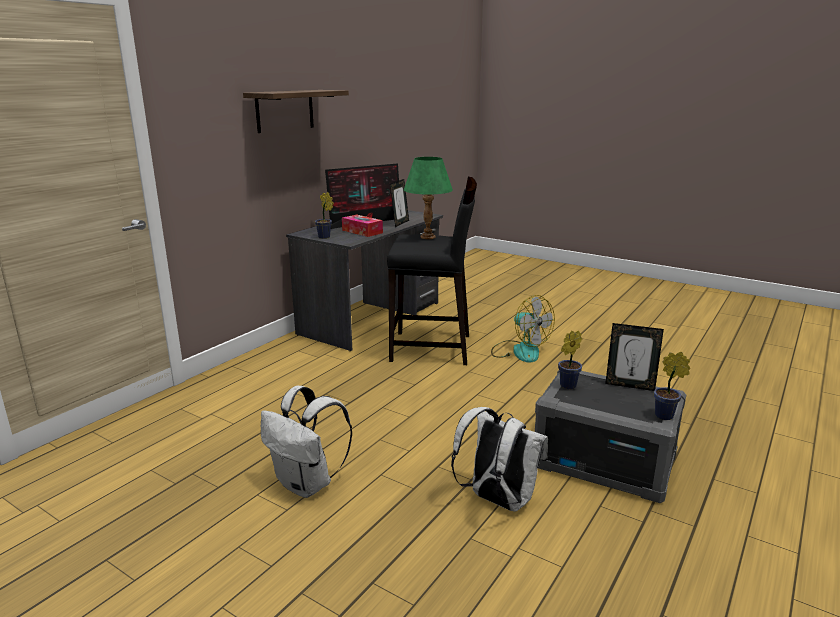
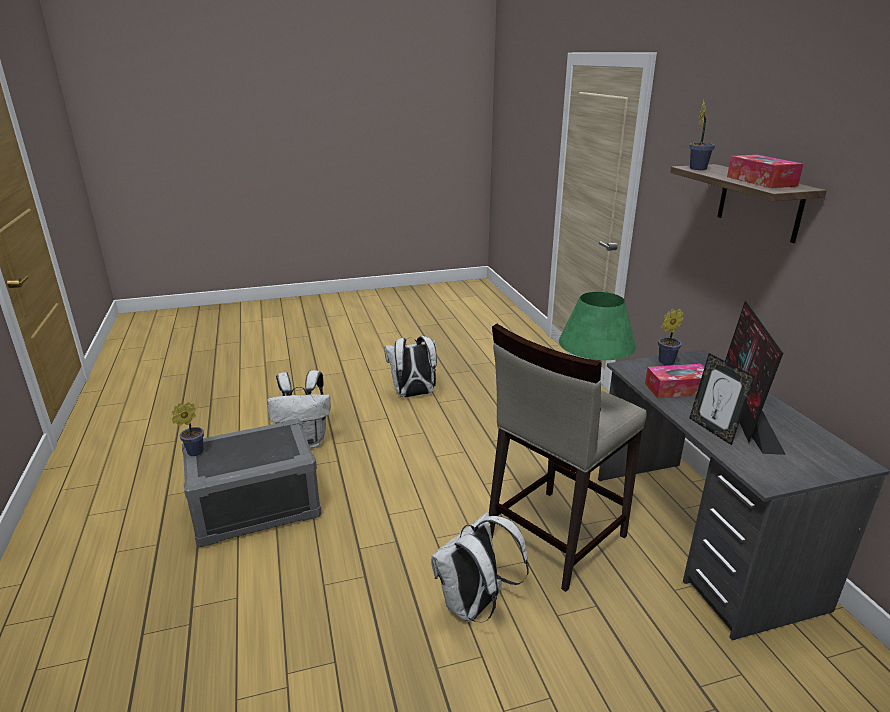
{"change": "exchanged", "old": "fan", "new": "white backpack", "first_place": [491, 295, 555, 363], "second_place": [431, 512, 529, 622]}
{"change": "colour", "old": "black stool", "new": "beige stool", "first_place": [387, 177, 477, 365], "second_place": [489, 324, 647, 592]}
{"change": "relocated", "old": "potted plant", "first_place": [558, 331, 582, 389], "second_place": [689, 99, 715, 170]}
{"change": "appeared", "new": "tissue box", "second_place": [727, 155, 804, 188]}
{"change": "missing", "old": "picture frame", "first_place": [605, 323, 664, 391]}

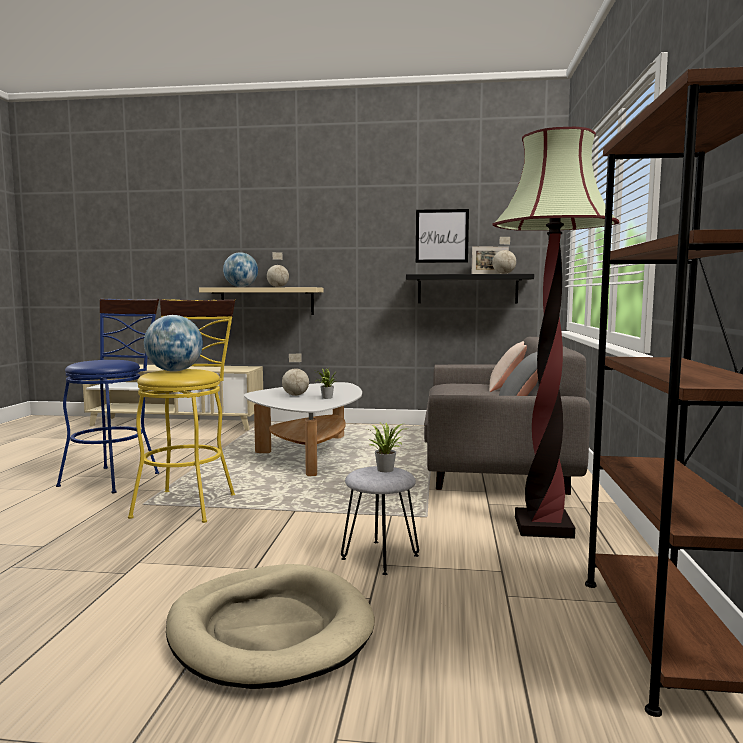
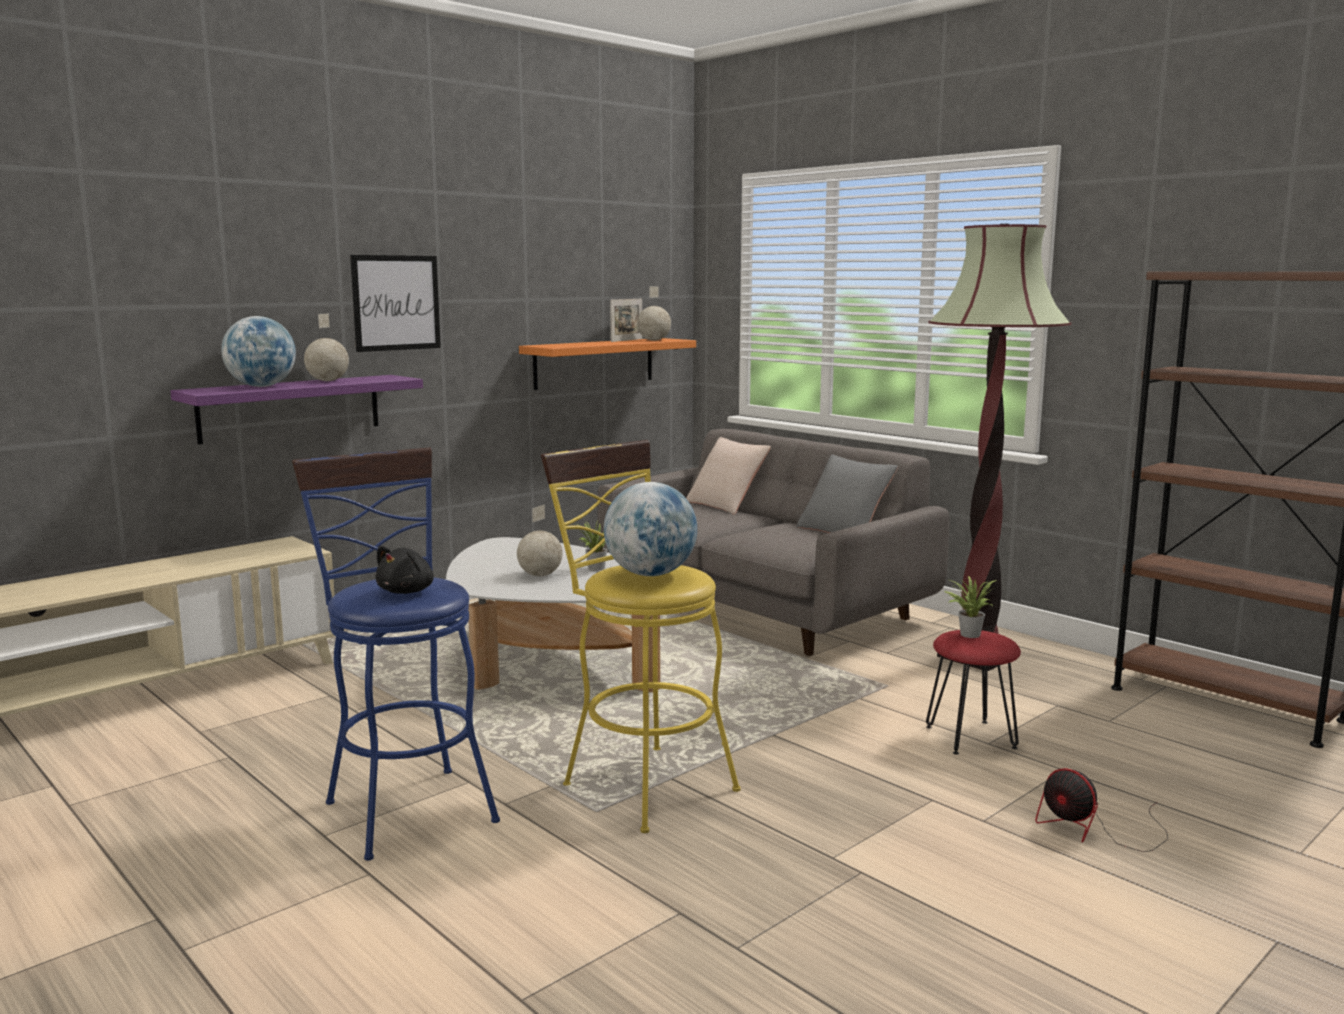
{"change": "colour", "old": "beige shelf", "new": "purple shelf", "first_place": [199, 287, 323, 315], "second_place": [170, 375, 423, 445]}
{"change": "relocated", "old": "picture", "first_place": [416, 209, 469, 263], "second_place": [350, 255, 441, 352]}
{"change": "appeared", "new": "black plush toy", "second_place": [375, 546, 434, 594]}
{"change": "colour", "old": "black shelf", "new": "orange shelf", "first_place": [406, 274, 534, 303], "second_place": [519, 338, 696, 390]}
{"change": "colour", "old": "grey stool", "new": "red stool", "first_place": [341, 466, 419, 575], "second_place": [926, 630, 1021, 755]}
{"change": "exchanged", "old": "beige dog bed", "new": "fan", "first_place": [166, 564, 374, 689], "second_place": [1035, 768, 1168, 852]}

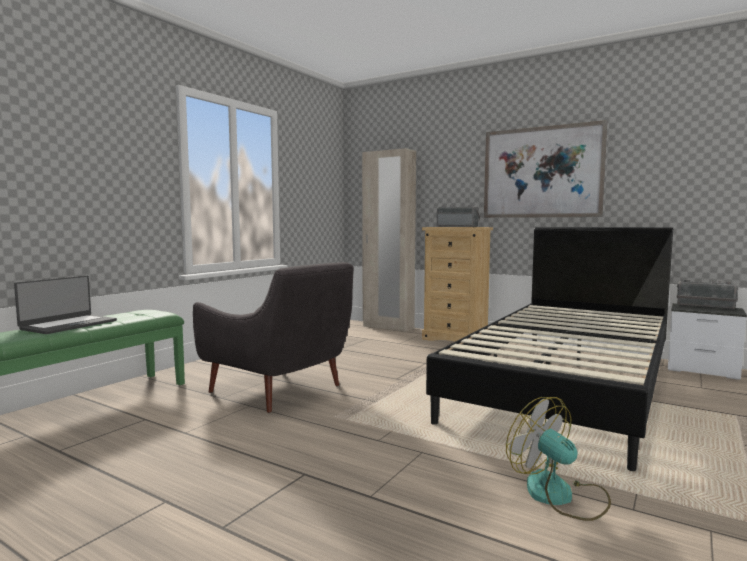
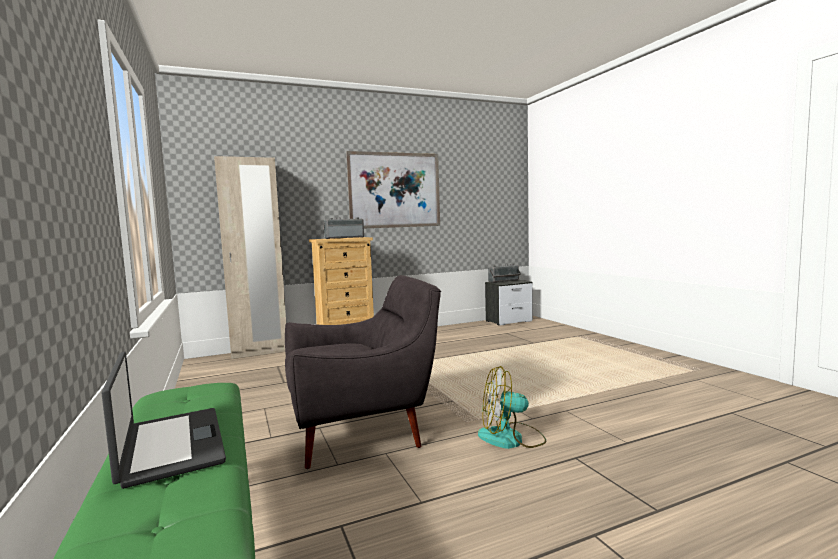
{"change": "relocated", "old": "fan", "first_place": [506, 397, 611, 521], "second_place": [478, 366, 546, 449]}
{"change": "missing", "old": "black bed", "first_place": [426, 227, 673, 471]}

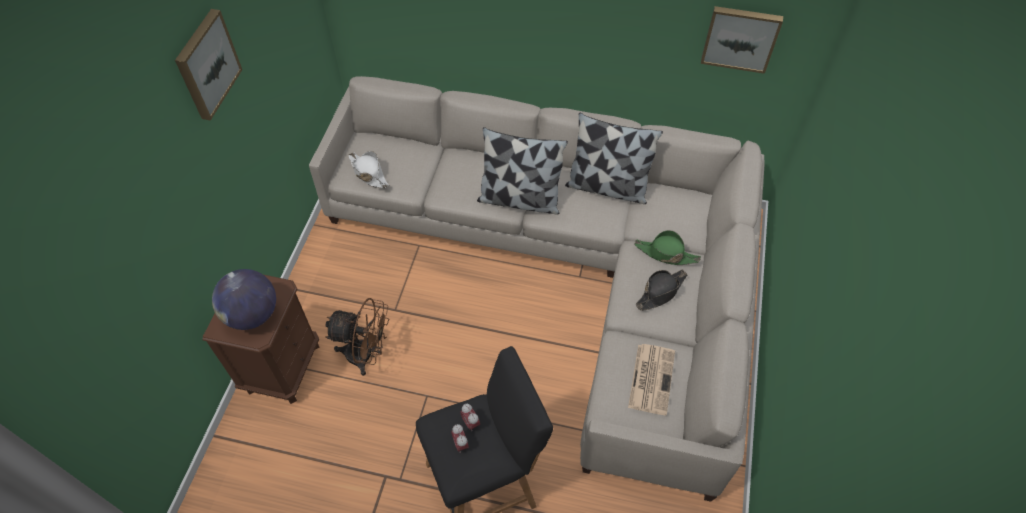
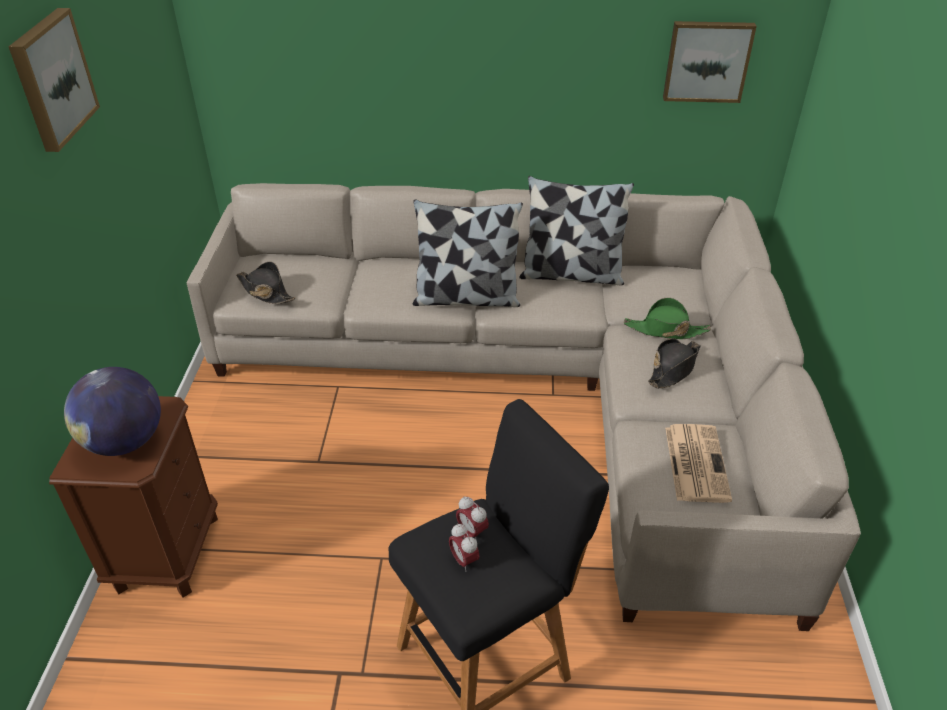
{"change": "colour", "old": "white hat", "new": "black hat", "first_place": [348, 151, 389, 188], "second_place": [236, 261, 296, 304]}
{"change": "missing", "old": "brown fan", "first_place": [325, 298, 389, 376]}

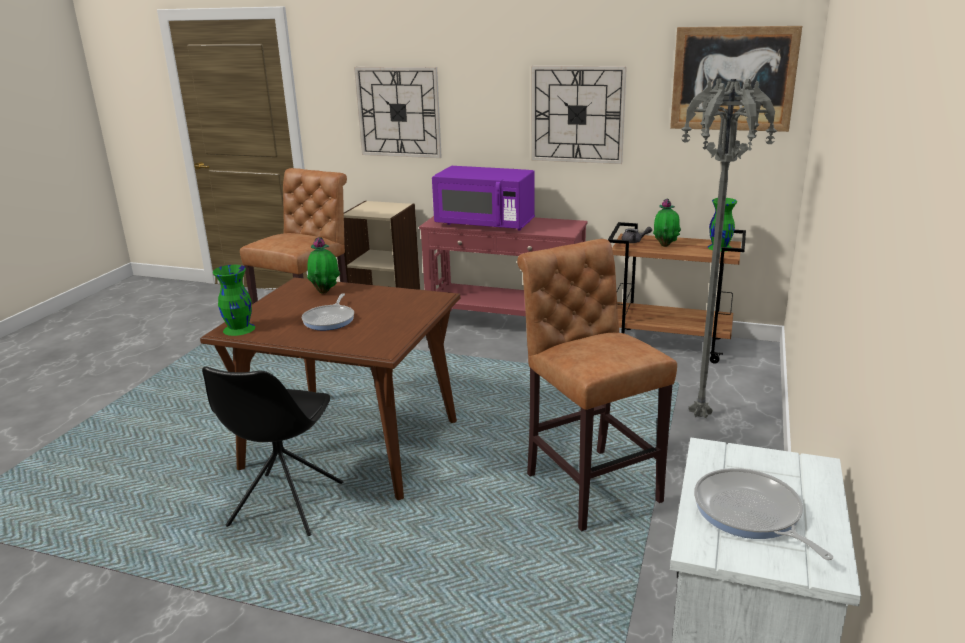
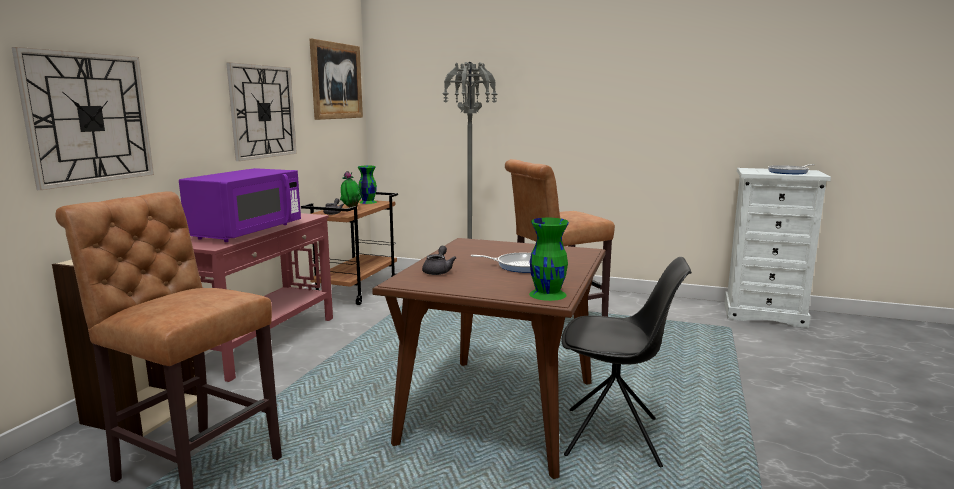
{"change": "exchanged", "old": "potted plant", "new": "grey teapot", "first_place": [307, 237, 340, 294], "second_place": [422, 246, 456, 275]}

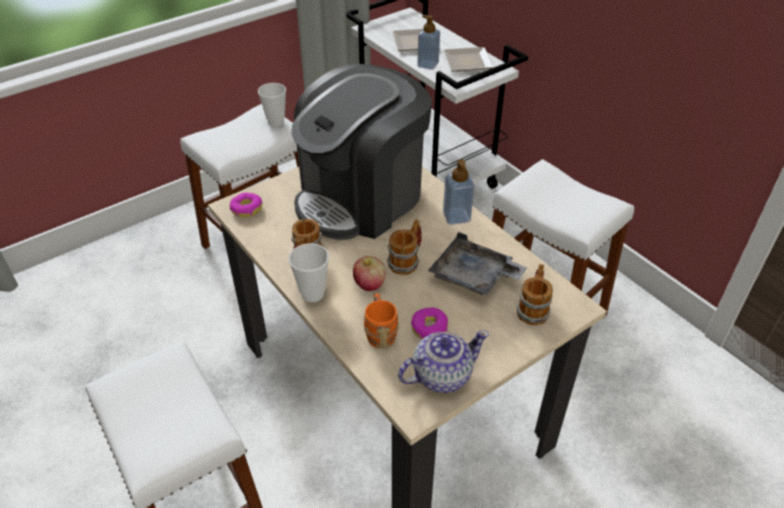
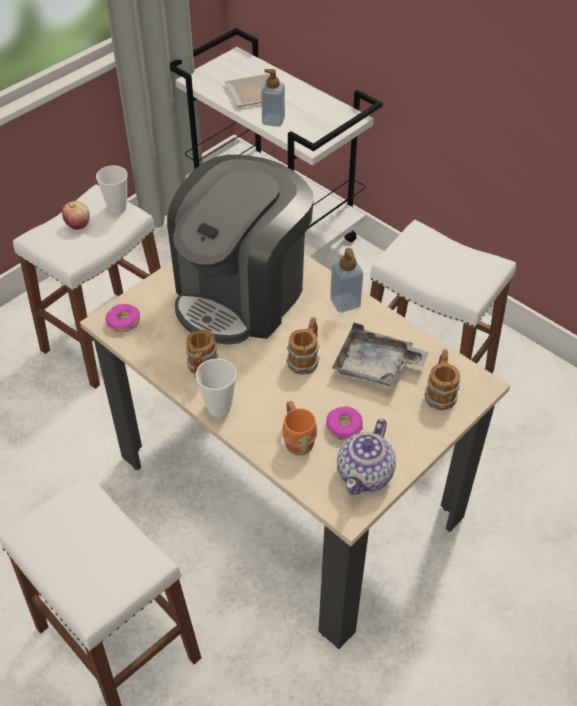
{"change": "relocated", "old": "apple", "first_place": [353, 256, 386, 291], "second_place": [62, 201, 90, 230]}
{"change": "spun", "old": "teapot", "first_place": [398, 330, 489, 393], "second_place": [337, 418, 396, 495], "degrees": 150}
{"change": "missing", "old": "plate", "first_place": [443, 47, 494, 71]}

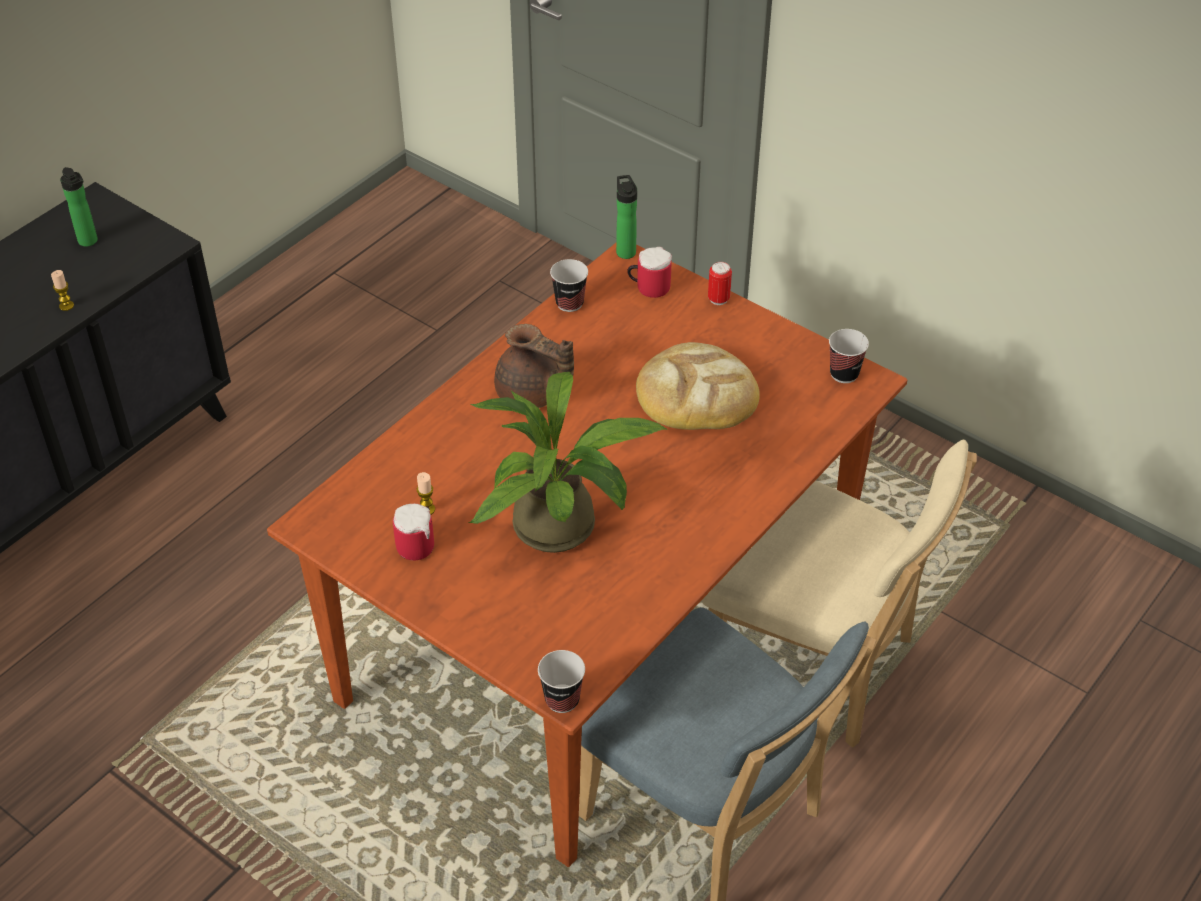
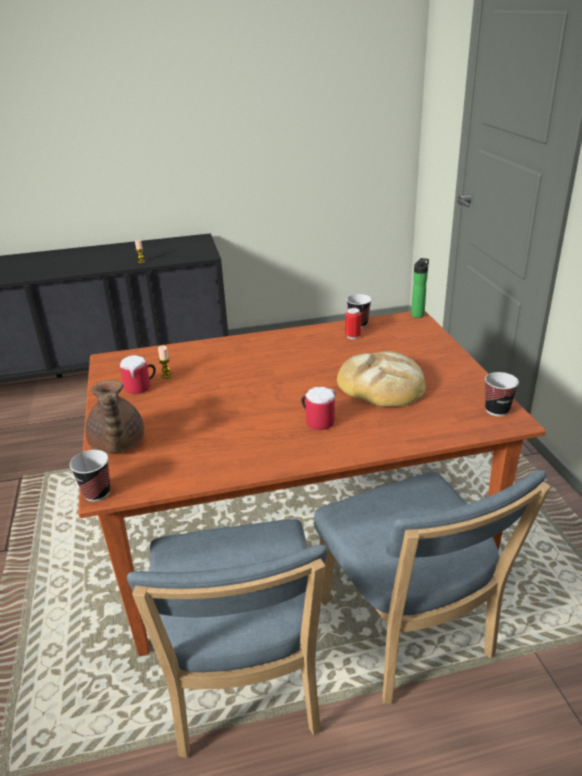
{"change": "relocated", "old": "brown teapot", "first_place": [494, 324, 574, 408], "second_place": [85, 380, 144, 453]}
{"change": "relocated", "old": "mug", "first_place": [627, 247, 672, 298], "second_place": [302, 387, 336, 430]}
{"change": "colour", "old": "beige chair", "new": "blue chair", "first_place": [702, 439, 977, 748], "second_place": [314, 470, 551, 704]}
{"change": "relocated", "old": "can", "first_place": [708, 262, 732, 305], "second_place": [345, 308, 361, 339]}
{"change": "missing", "old": "bottle", "first_place": [60, 167, 98, 247]}
{"change": "missing", "old": "potted plant", "first_place": [468, 372, 668, 553]}

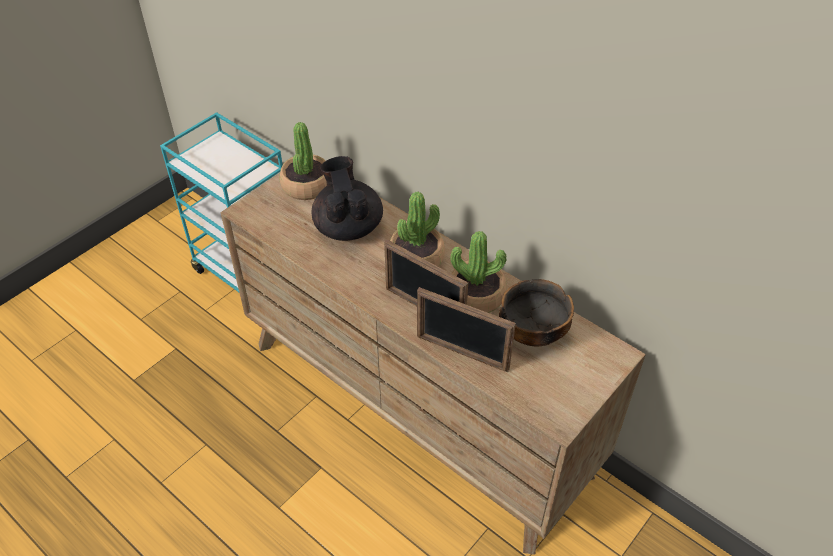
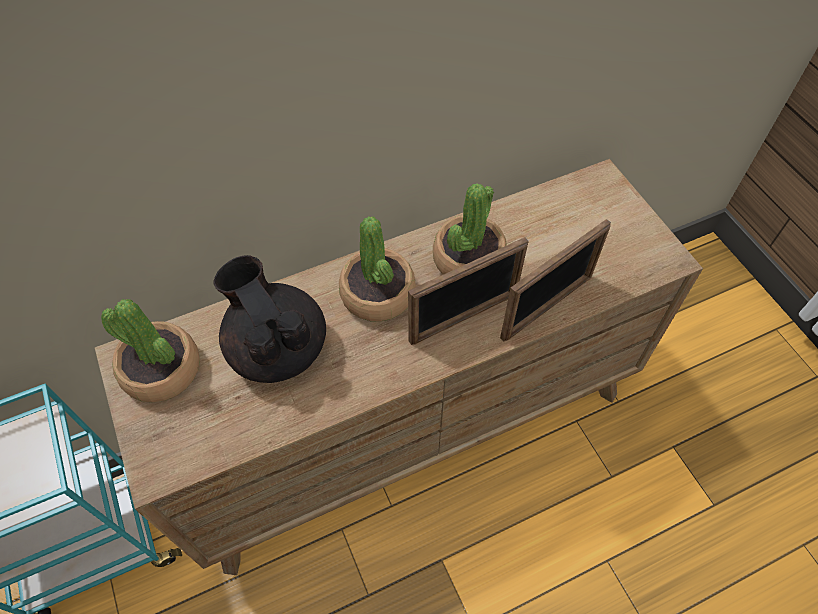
{"change": "spun", "old": "black teapot", "first_place": [311, 156, 383, 241], "second_place": [213, 255, 326, 383], "degrees": 45}
{"change": "missing", "old": "bowl", "first_place": [499, 279, 574, 347]}

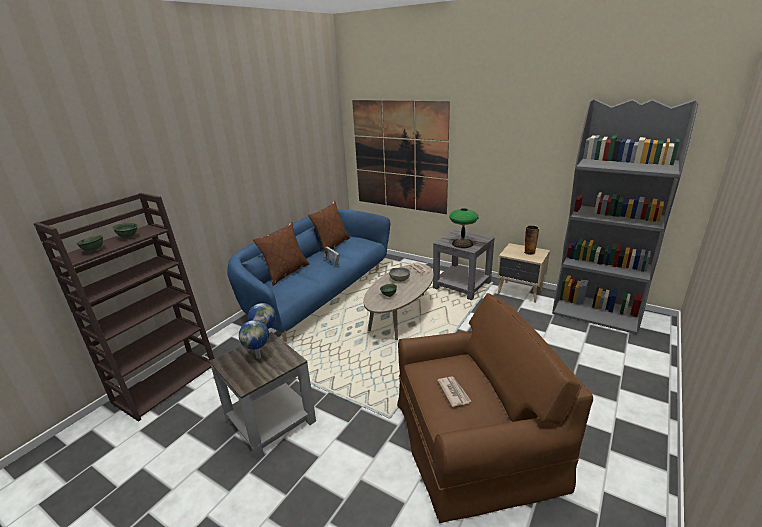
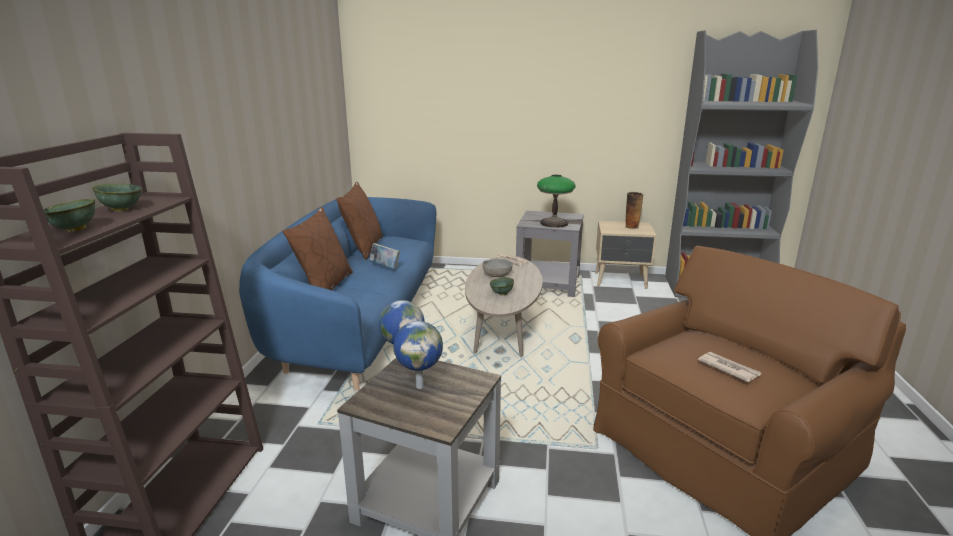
{"change": "missing", "old": "picture", "first_place": [352, 100, 450, 214]}

